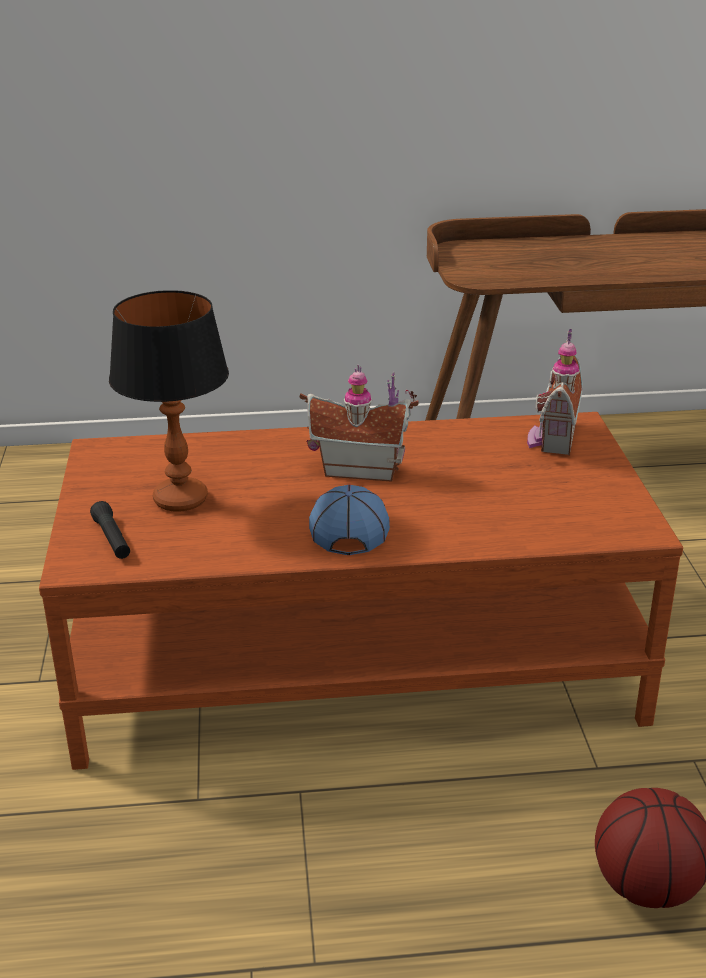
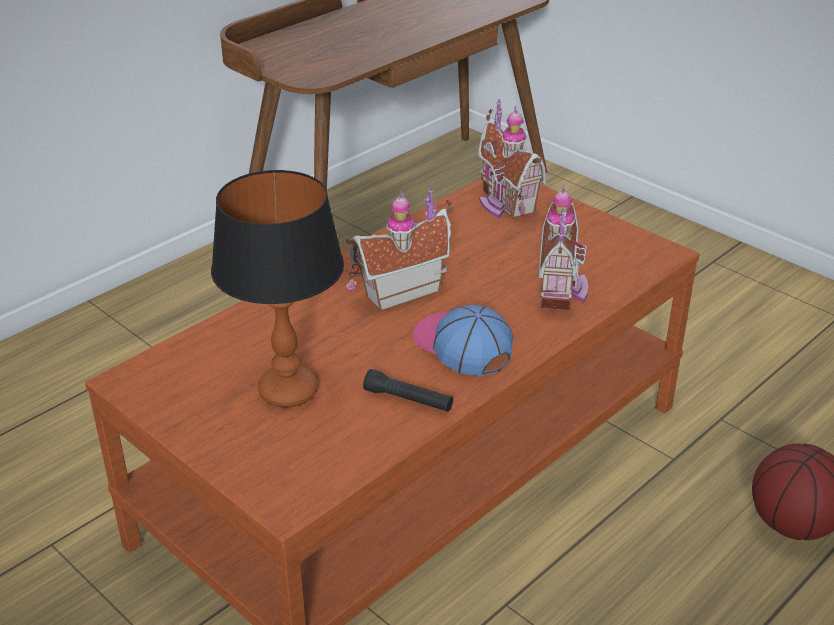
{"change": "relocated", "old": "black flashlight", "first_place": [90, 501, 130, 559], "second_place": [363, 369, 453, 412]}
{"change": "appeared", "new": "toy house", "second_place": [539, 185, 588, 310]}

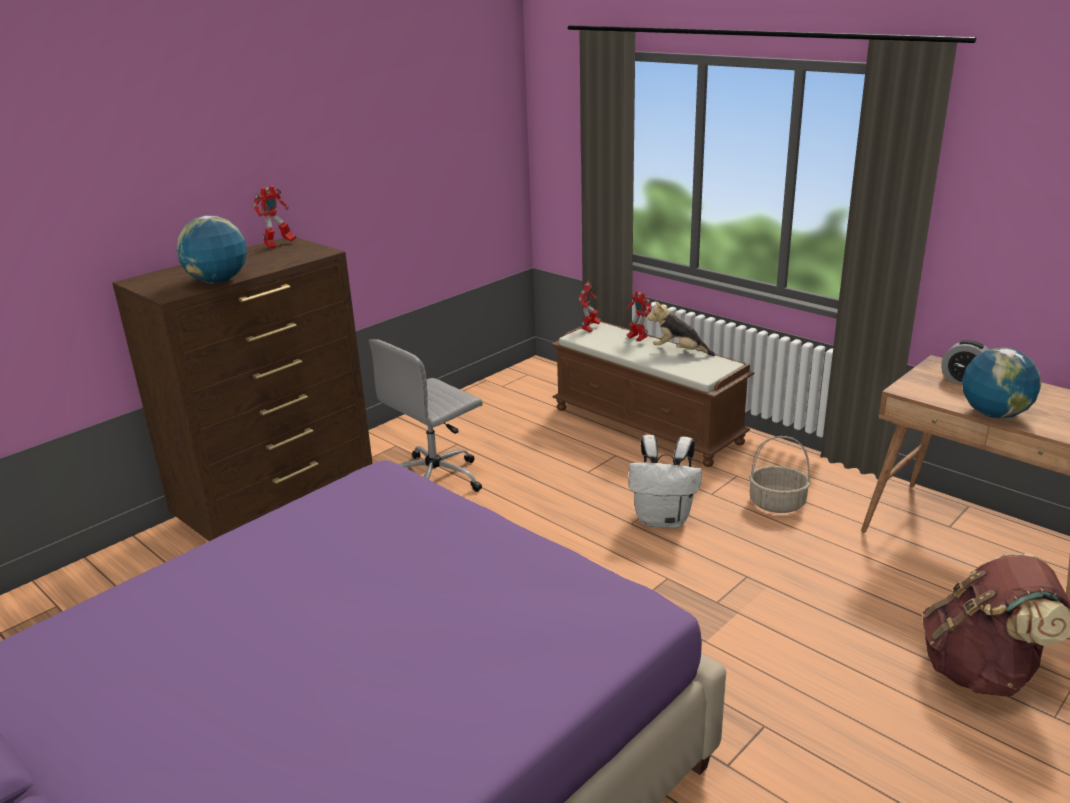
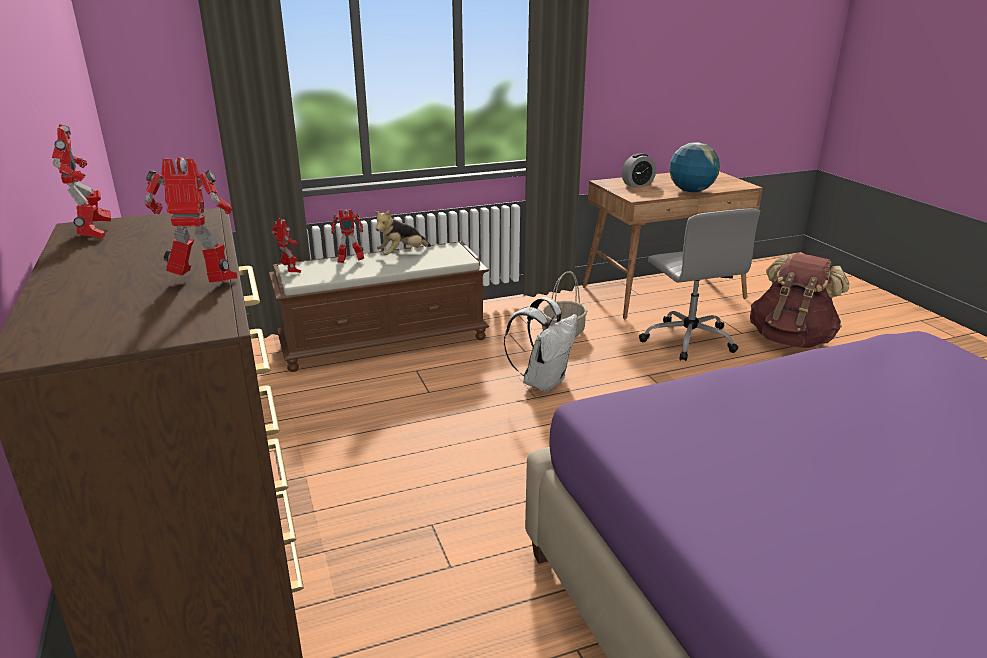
{"change": "exchanged", "old": "globe", "new": "toy robot", "first_place": [176, 216, 247, 283], "second_place": [145, 157, 237, 283]}
{"change": "relocated", "old": "grey office chair", "first_place": [369, 339, 483, 492], "second_place": [639, 208, 761, 361]}

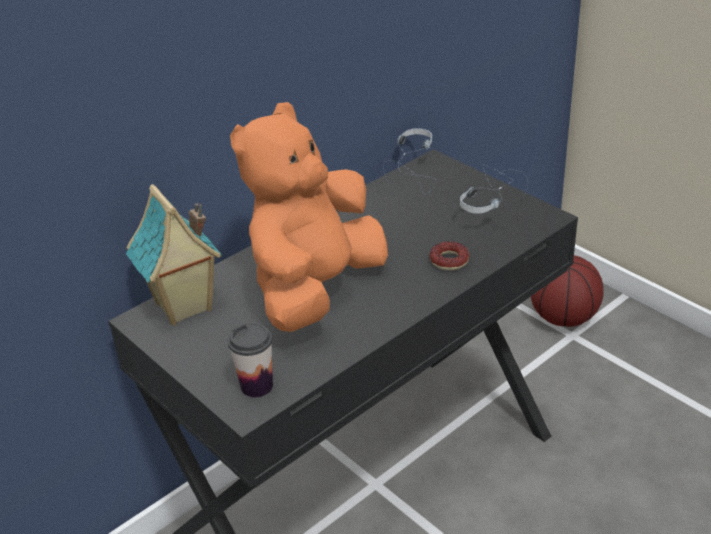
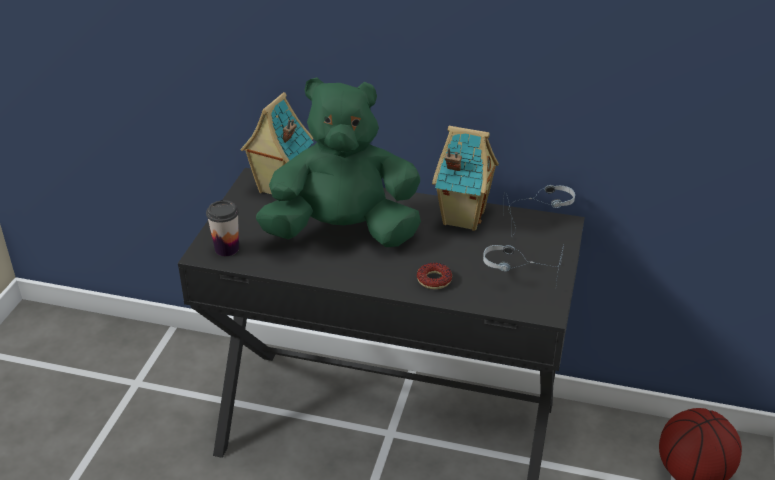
{"change": "colour", "old": "orange plush toy", "new": "green plush toy", "first_place": [230, 102, 388, 332], "second_place": [256, 77, 421, 247]}
{"change": "appeared", "new": "toy house", "second_place": [432, 126, 499, 231]}

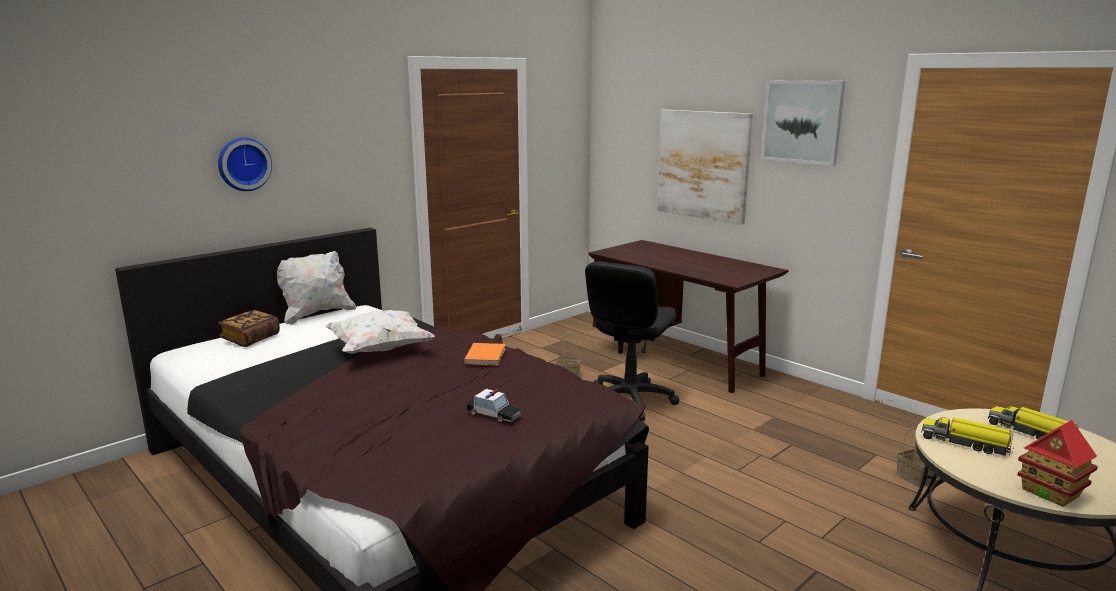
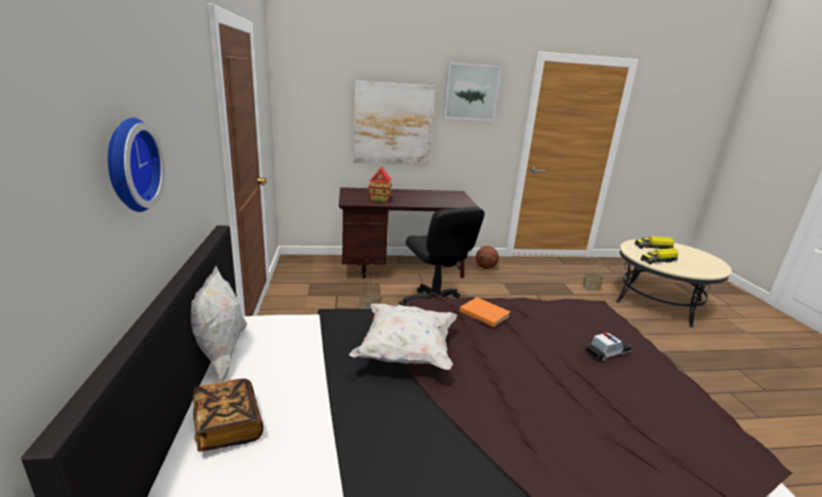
{"change": "relocated", "old": "toy house", "first_place": [1017, 420, 1098, 507], "second_place": [368, 166, 392, 202]}
{"change": "appeared", "new": "basketball", "second_place": [476, 246, 499, 269]}

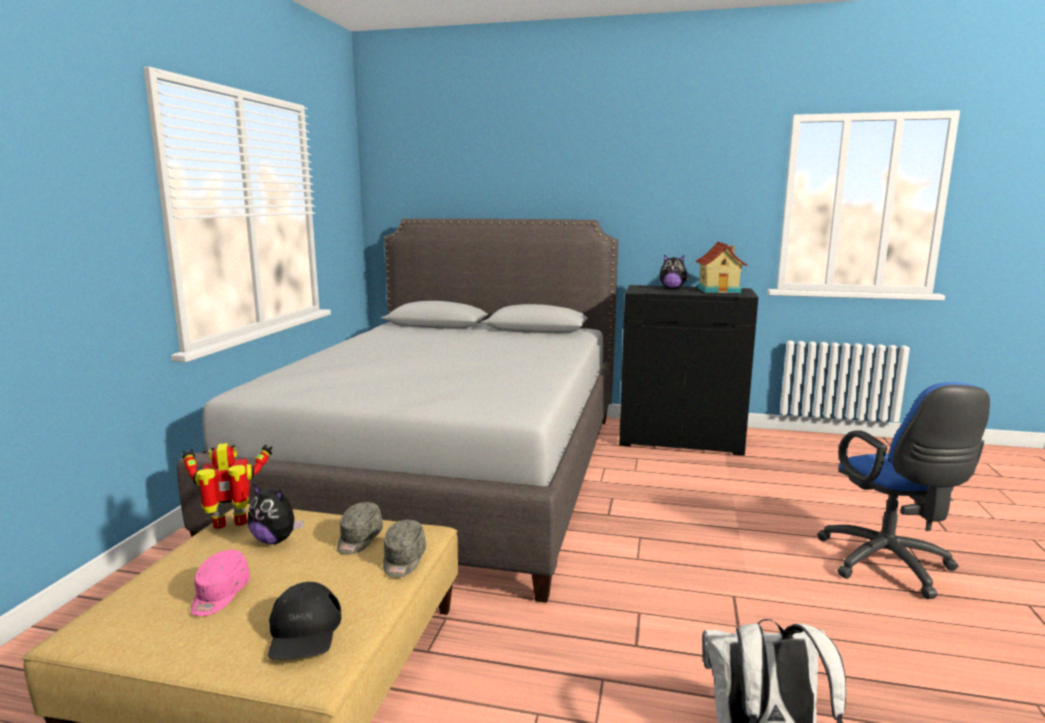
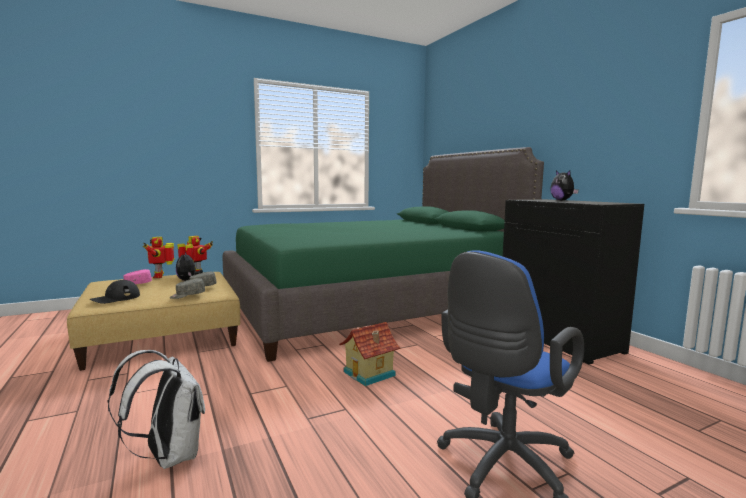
{"change": "appeared", "new": "toy robot", "second_place": [143, 237, 175, 278]}
{"change": "colour", "old": "grey bed", "new": "green bed", "first_place": [177, 218, 618, 603], "second_place": [223, 147, 544, 362]}
{"change": "relocated", "old": "toy house", "first_place": [696, 242, 747, 293], "second_place": [339, 322, 400, 386]}

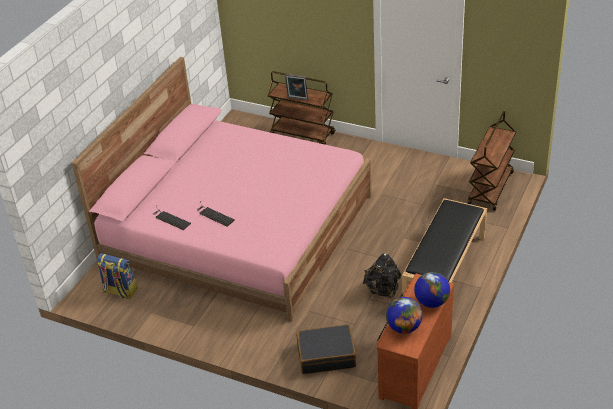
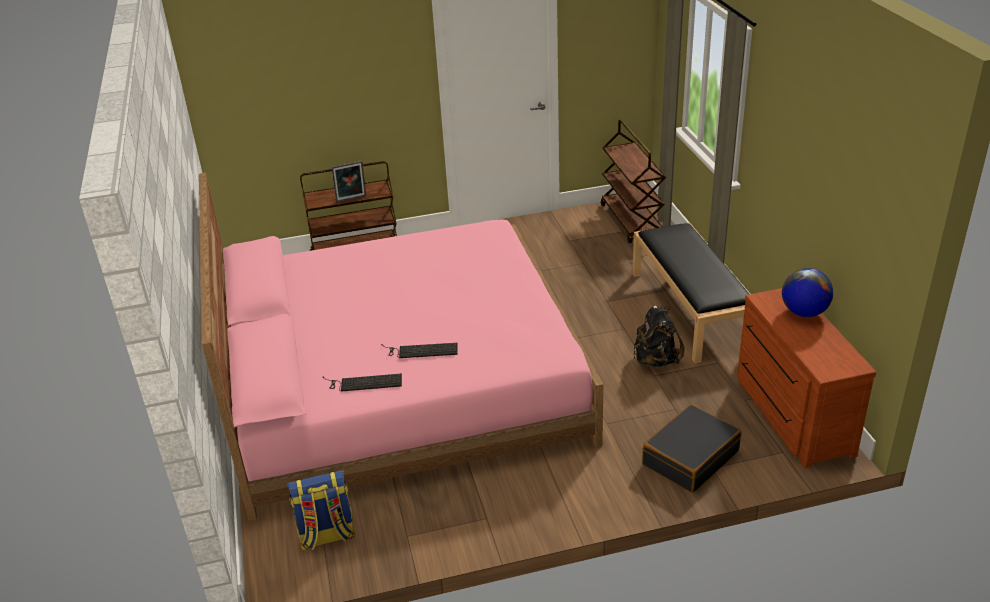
{"change": "missing", "old": "globe", "first_place": [386, 297, 423, 334]}

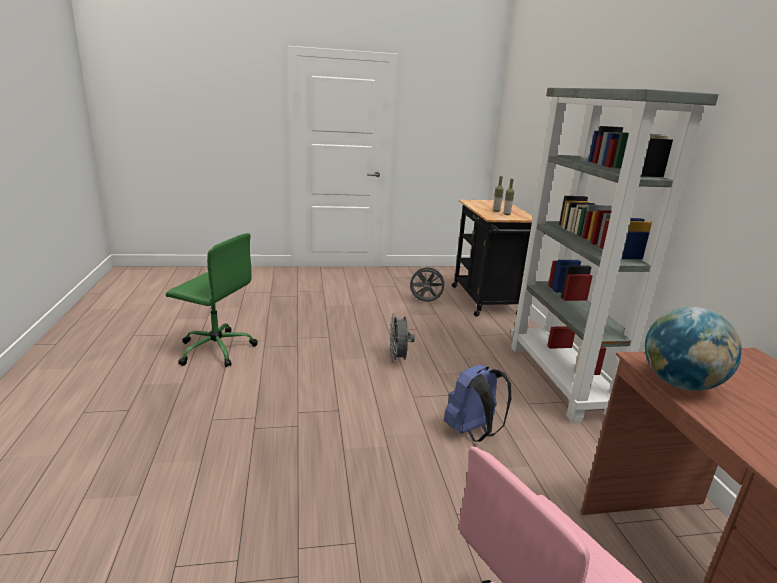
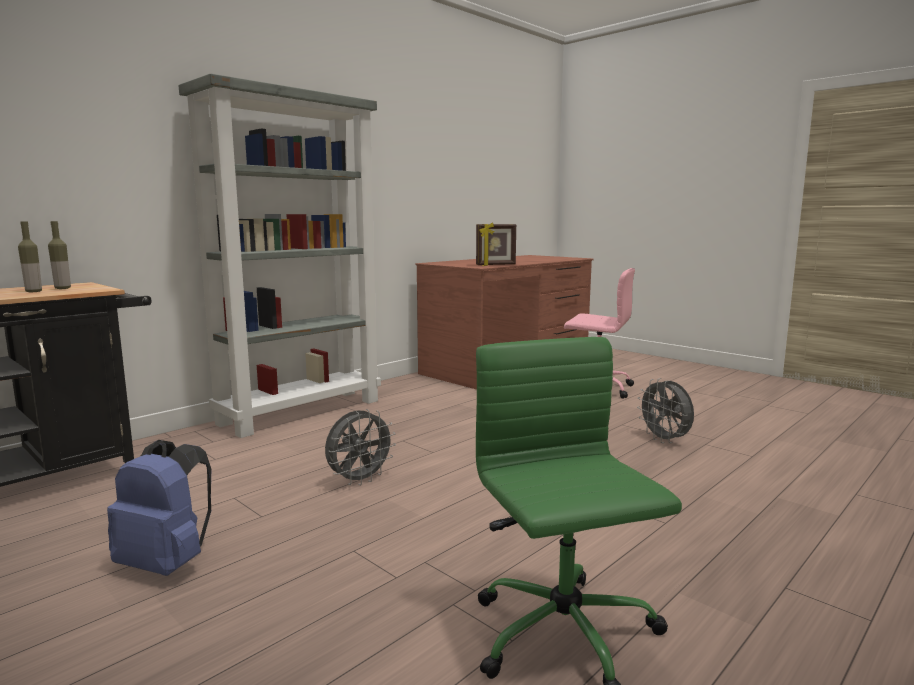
{"change": "relocated", "old": "blue backpack", "first_place": [444, 365, 511, 442], "second_place": [107, 440, 211, 576]}
{"change": "exchanged", "old": "globe", "new": "picture frame", "first_place": [645, 307, 742, 391], "second_place": [476, 223, 516, 266]}
{"change": "relocated", "old": "grey fan", "first_place": [409, 265, 446, 302], "second_place": [637, 378, 694, 443]}

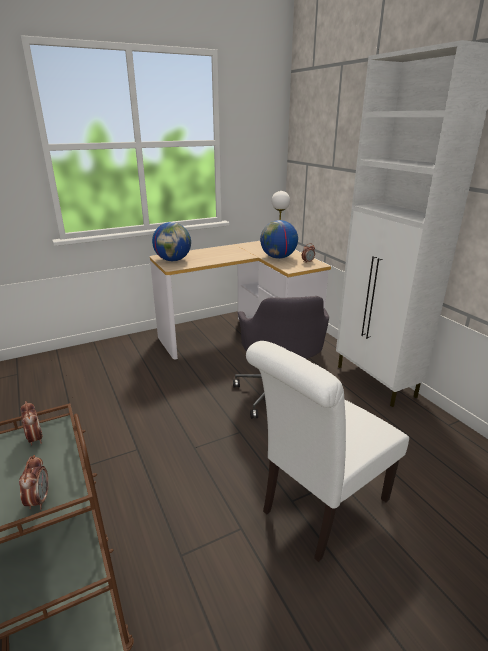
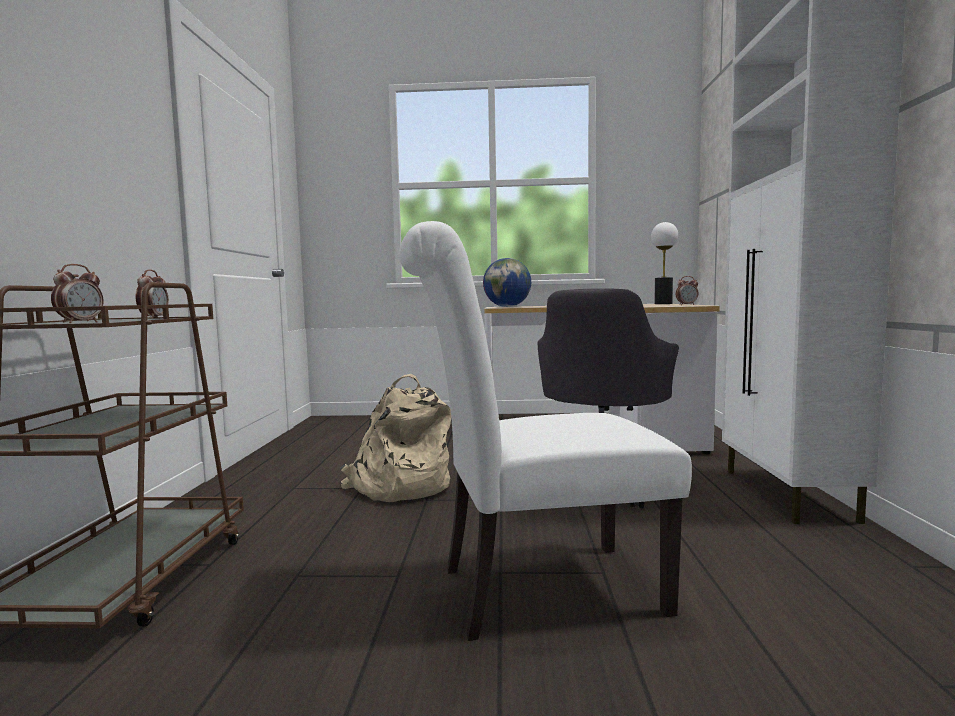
{"change": "appeared", "new": "beige backpack", "second_place": [340, 374, 451, 502]}
{"change": "missing", "old": "globe", "first_place": [260, 220, 298, 259]}

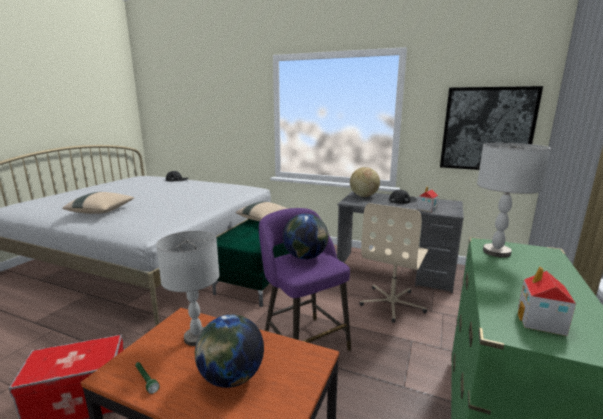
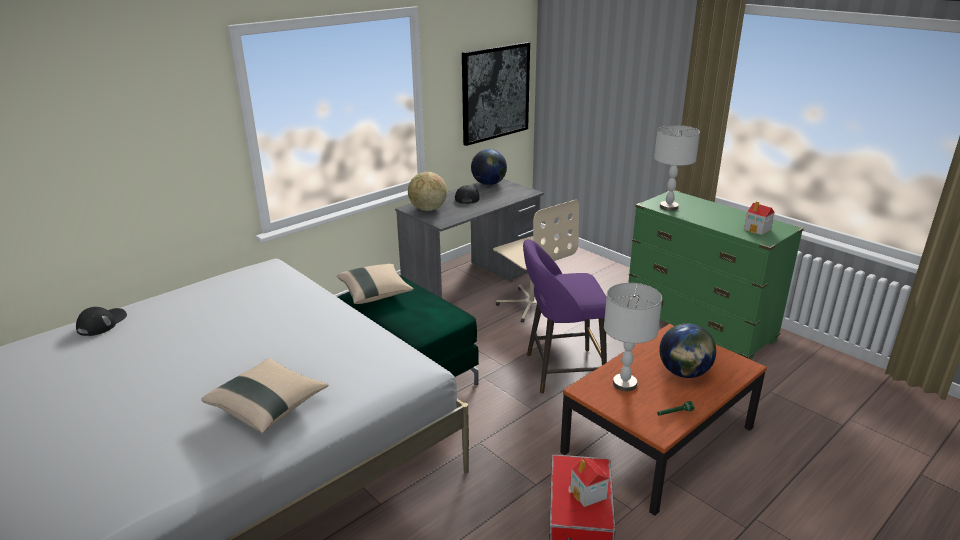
{"change": "relocated", "old": "globe", "first_place": [283, 214, 328, 259], "second_place": [471, 149, 507, 185]}
{"change": "relocated", "old": "toy house", "first_place": [418, 187, 438, 212], "second_place": [570, 457, 609, 507]}

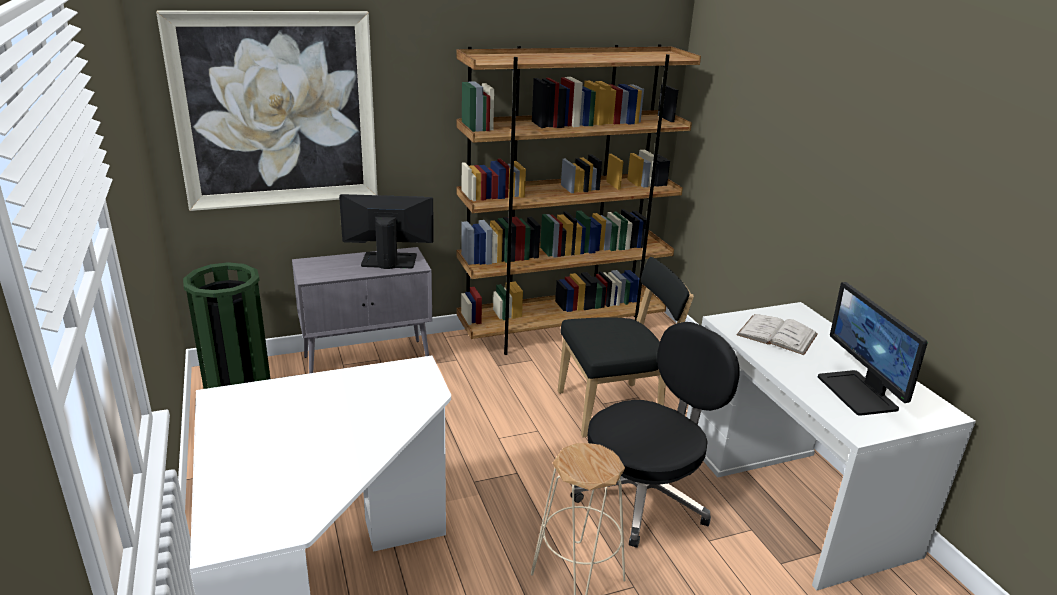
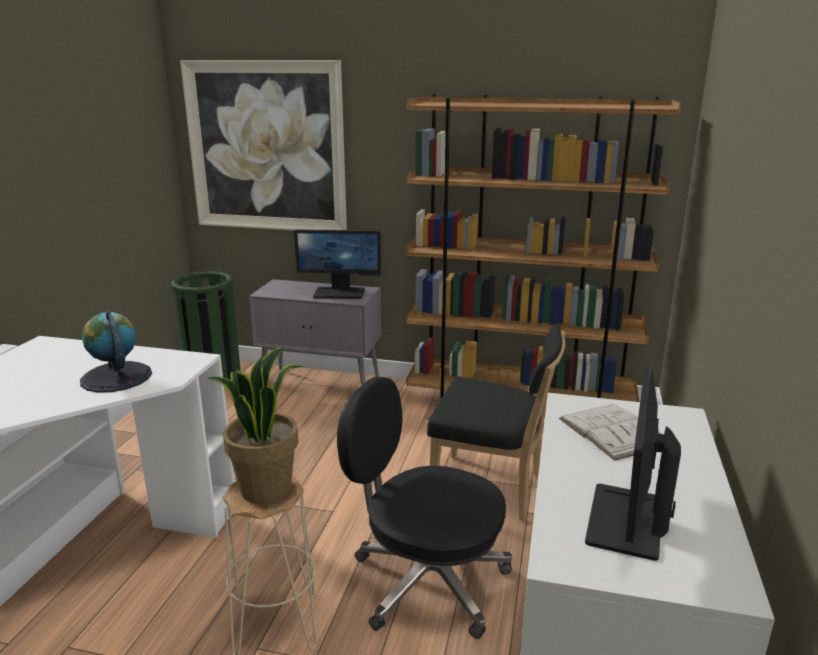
{"change": "appeared", "new": "globe", "second_place": [80, 311, 152, 393]}
{"change": "appeared", "new": "potted plant", "second_place": [208, 346, 303, 504]}
{"change": "spun", "old": "monitor", "first_place": [339, 194, 434, 269], "second_place": [294, 229, 381, 299], "degrees": 150}
{"change": "spun", "old": "black office chair", "first_place": [570, 322, 740, 548], "second_place": [337, 377, 512, 639], "degrees": -150}

